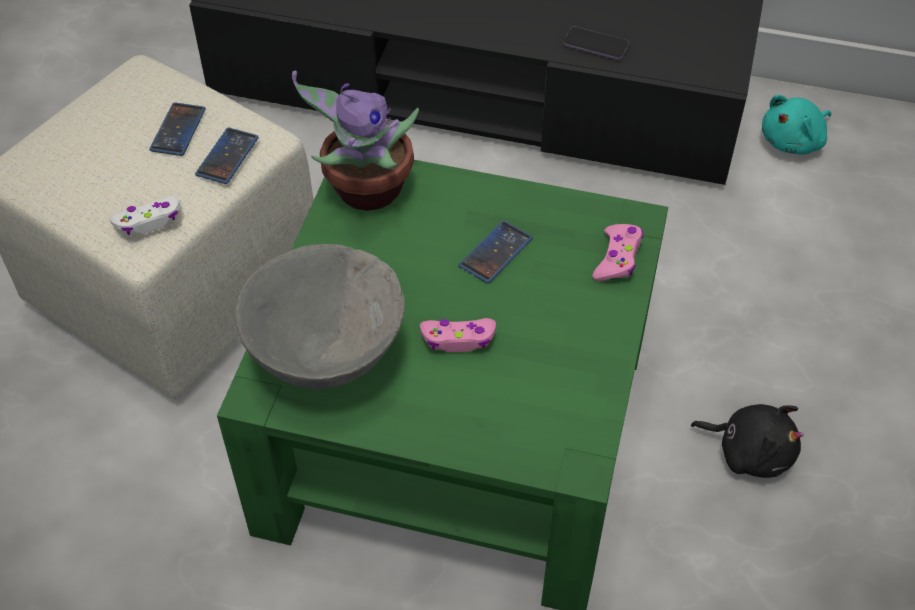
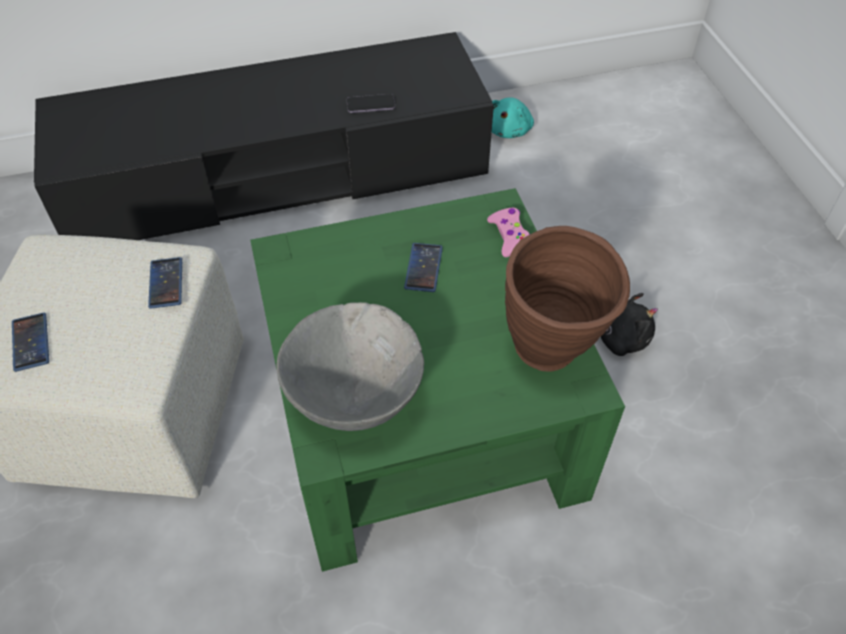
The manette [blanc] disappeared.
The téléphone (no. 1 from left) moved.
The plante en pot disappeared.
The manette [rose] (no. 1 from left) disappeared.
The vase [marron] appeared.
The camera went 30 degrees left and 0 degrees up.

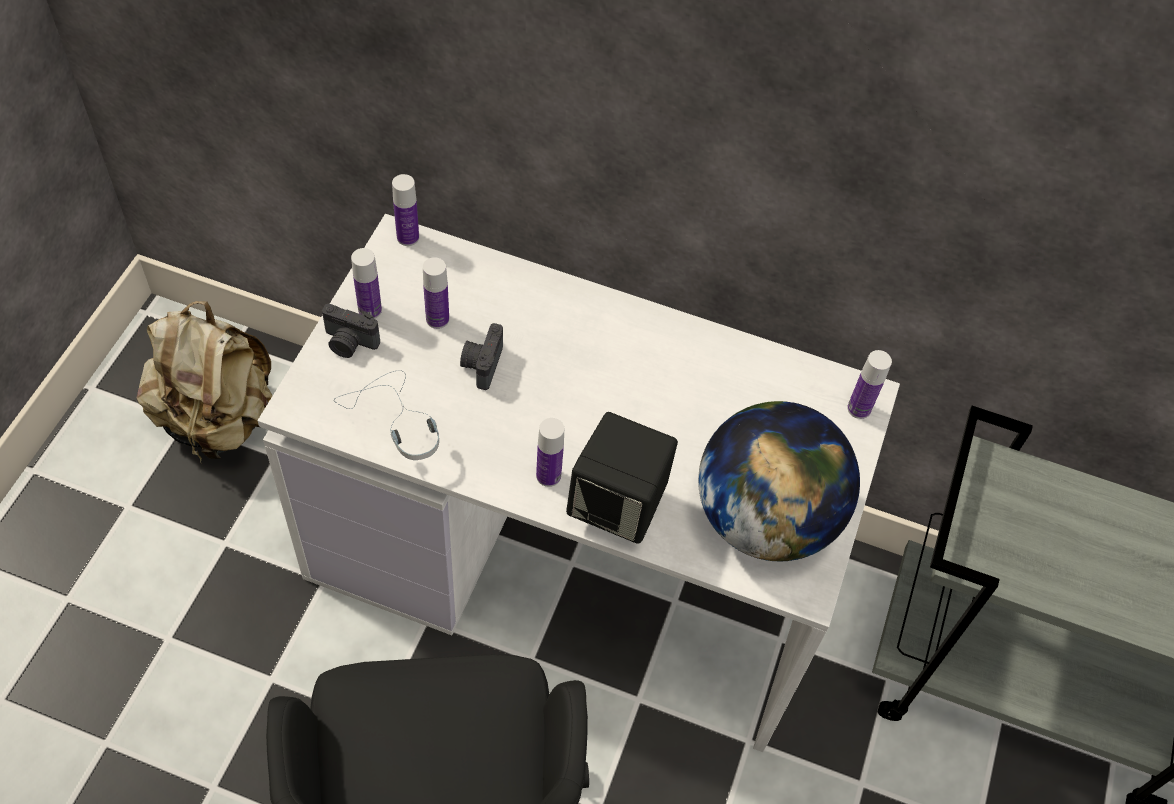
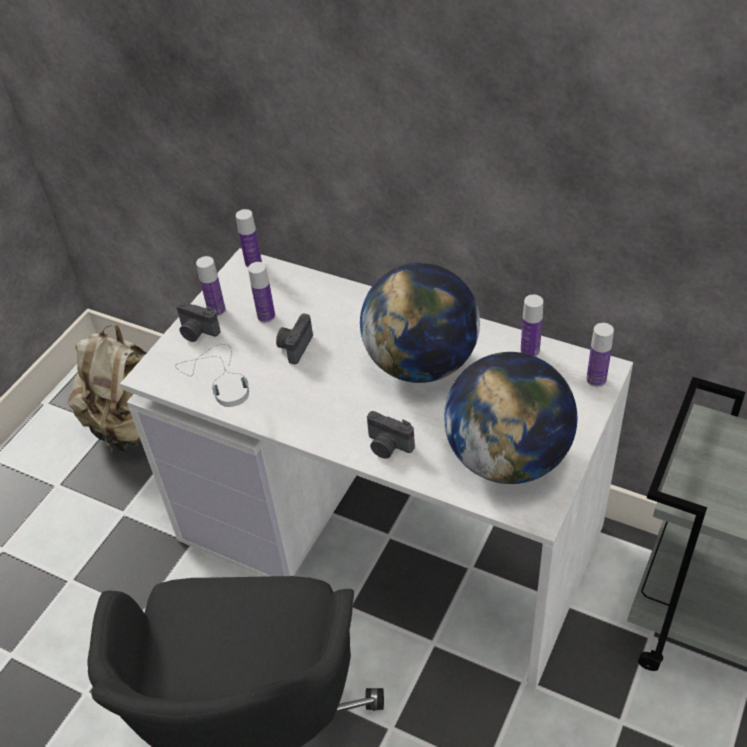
The bouteille (no. 4 from left) moved.
The enceinte [noir] was replaced by the appareil photo (no. 3 from left).
The globe (no. 1 from left) appeared.
The camera went 15 degrees right and 10 degrees down.

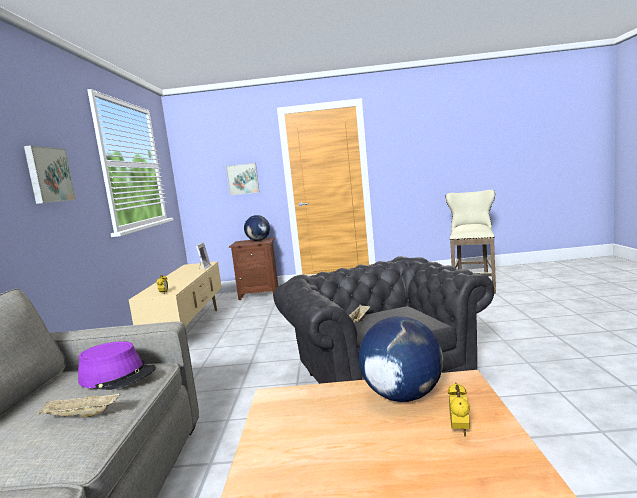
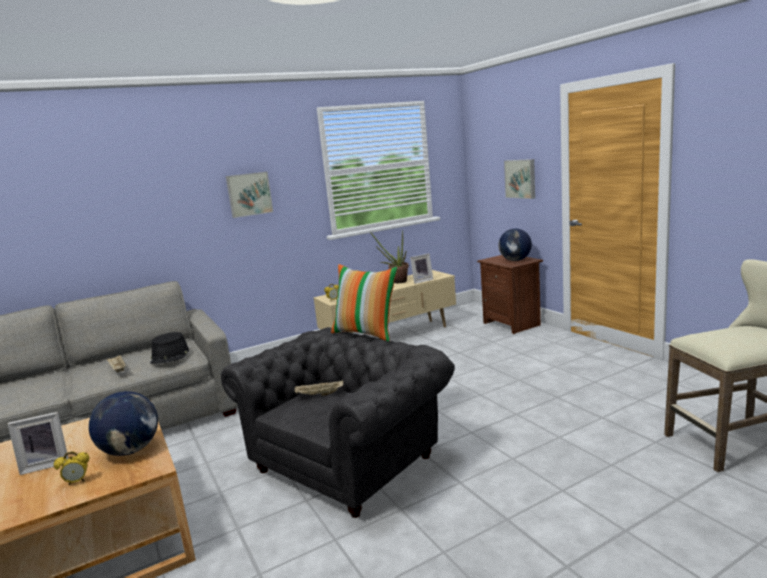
The chapeau [violet] became the chapeau [noir].
The cadre photo (no. 1 from left) appeared.
The coussin appeared.
The plante en pot appeared.
The camera went 60 degrees right and 5 degrees up.

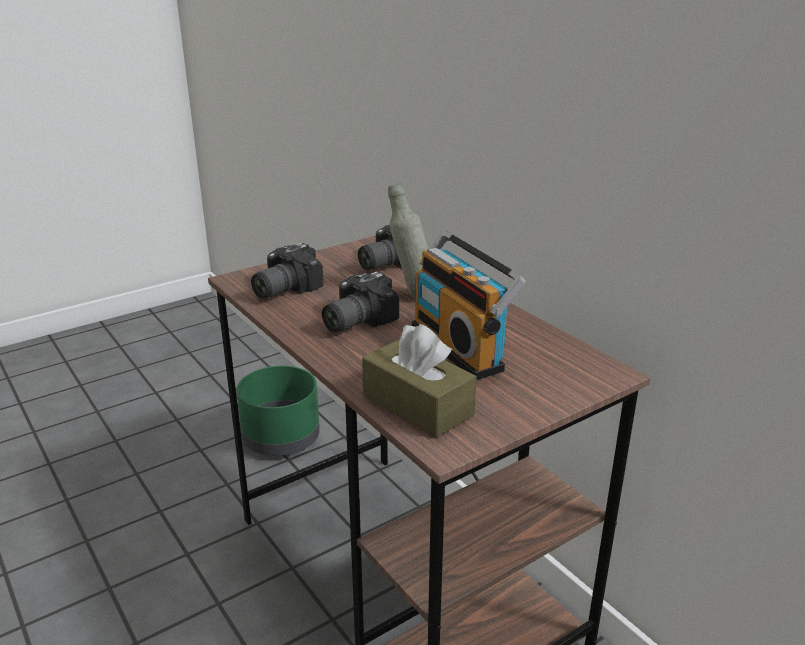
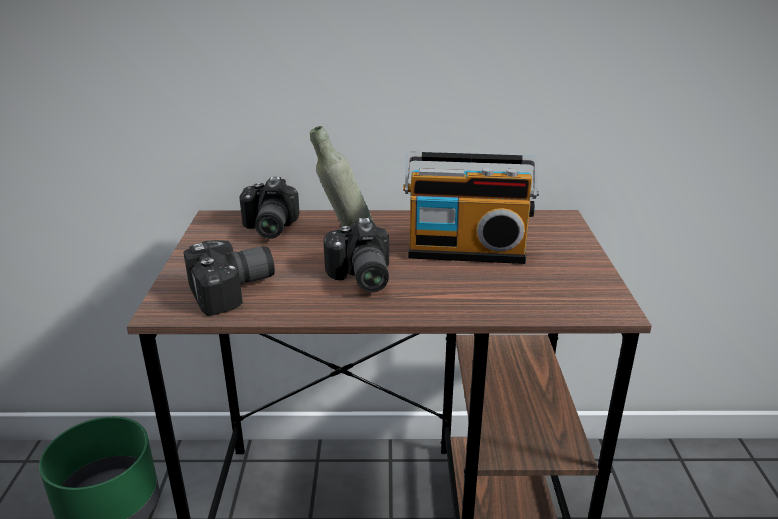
The appareil photo (no. 1 from left) turned 105 degrees counterclockwise.
The boîte à mouchoirs [marron] disappeared.
The camera went 55 degrees left and 0 degrees up.

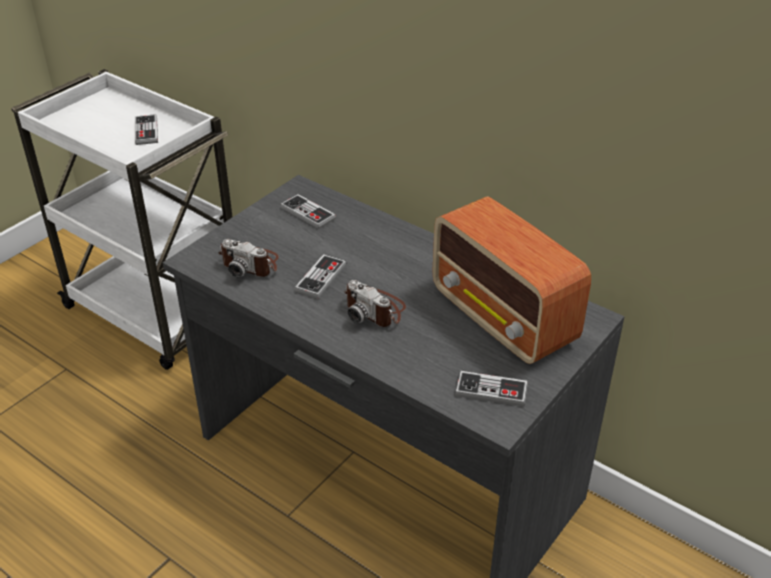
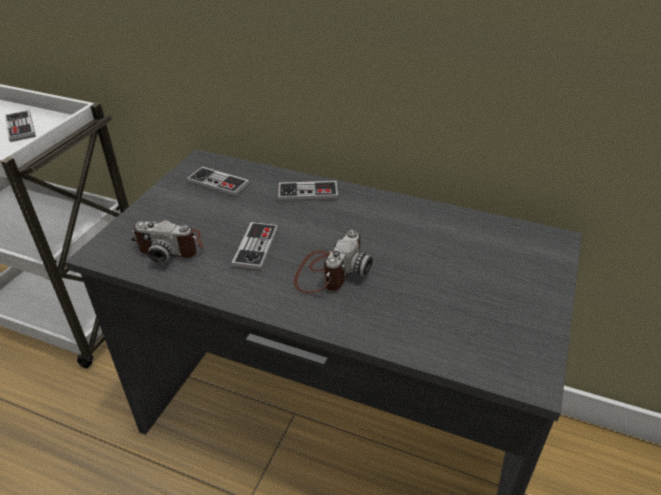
The appareil photo (no. 2 from left) turned 90 degrees counterclockwise.
The radio disappeared.
The manette (no. 4 from left) moved.
The camera went 15 degrees left and 0 degrees up.

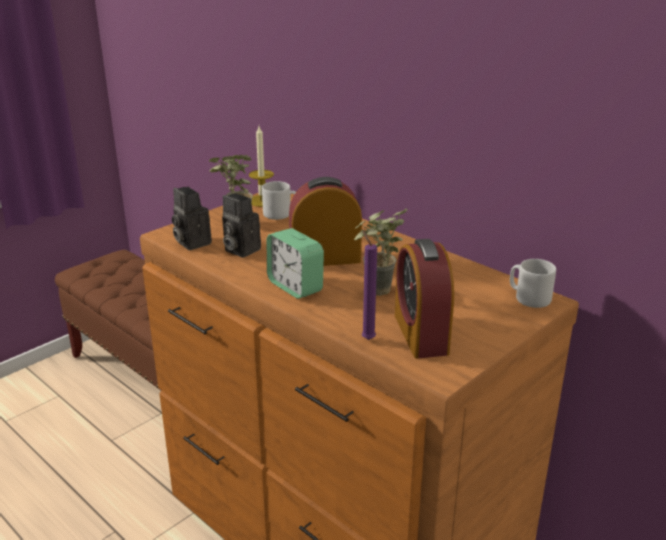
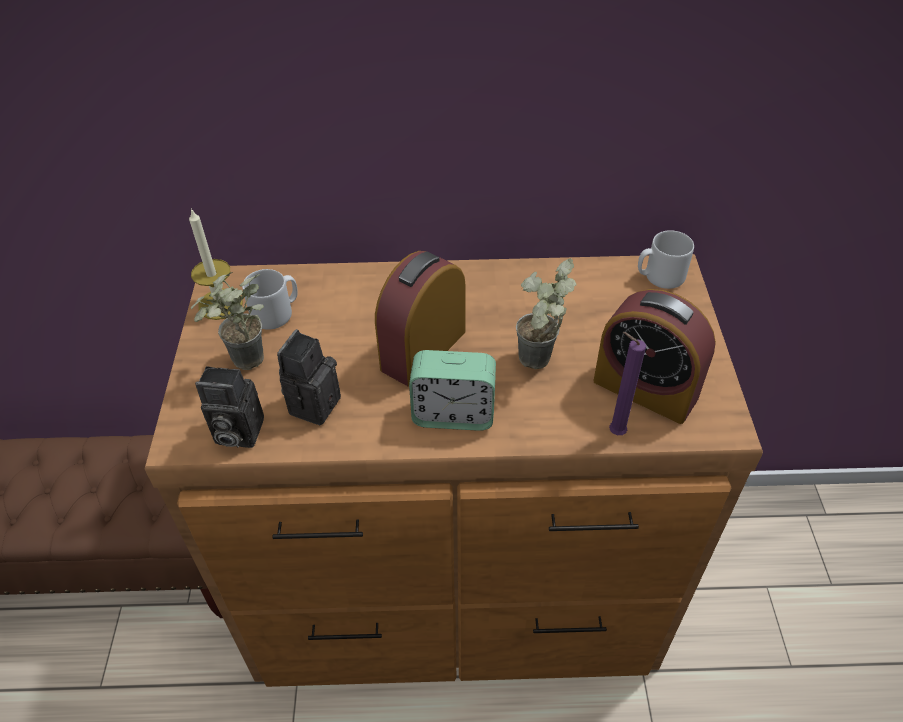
The appareil photo (no. 2 from left) turned 120 degrees clockwise.
The camera went 45 degrees left and 20 degrees up.

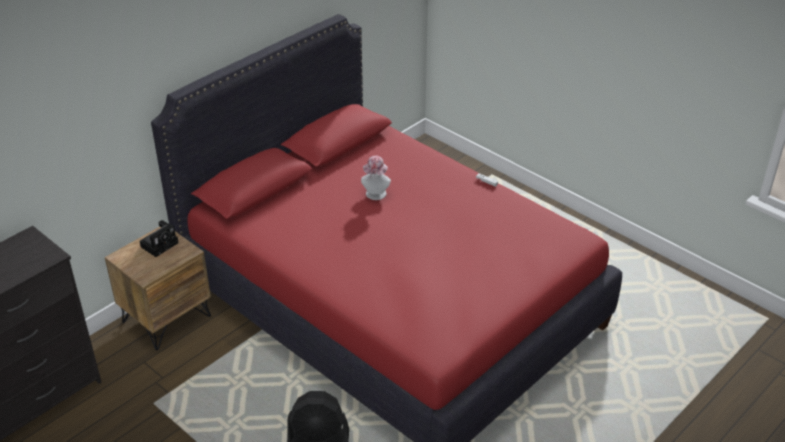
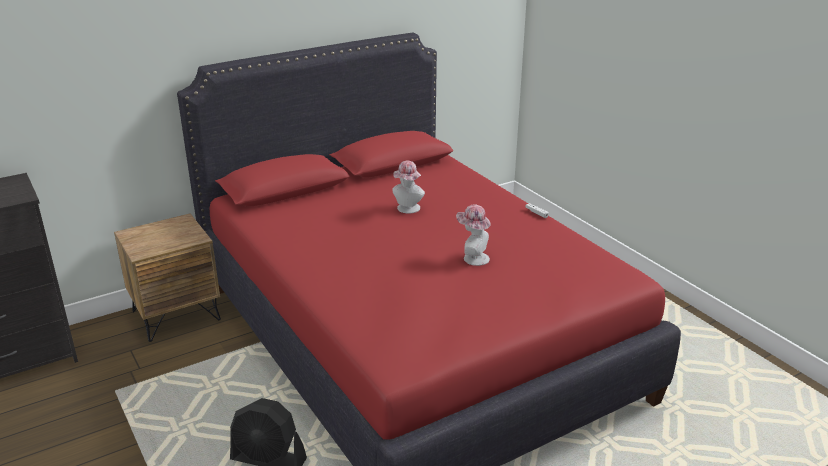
The appareil photo disappeared.
The chapeau (no. 2 from left) appeared.
The camera went 15 degrees right and 10 degrees down.

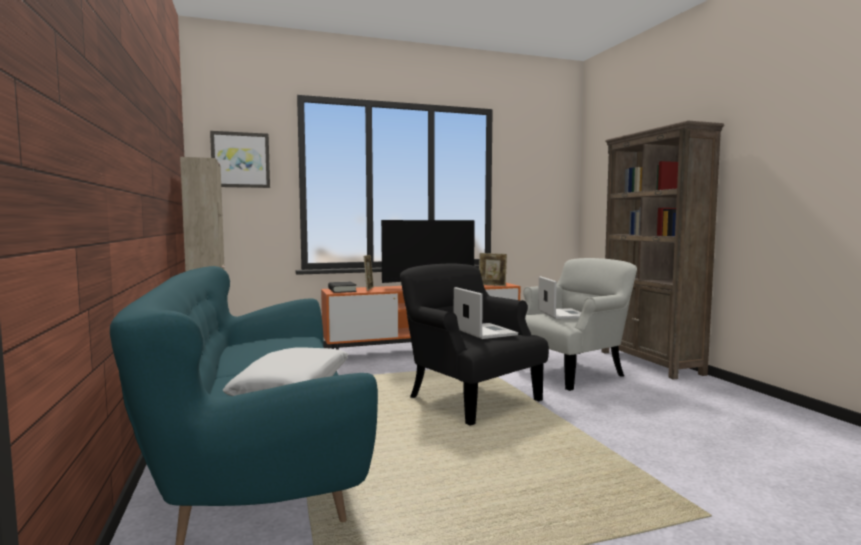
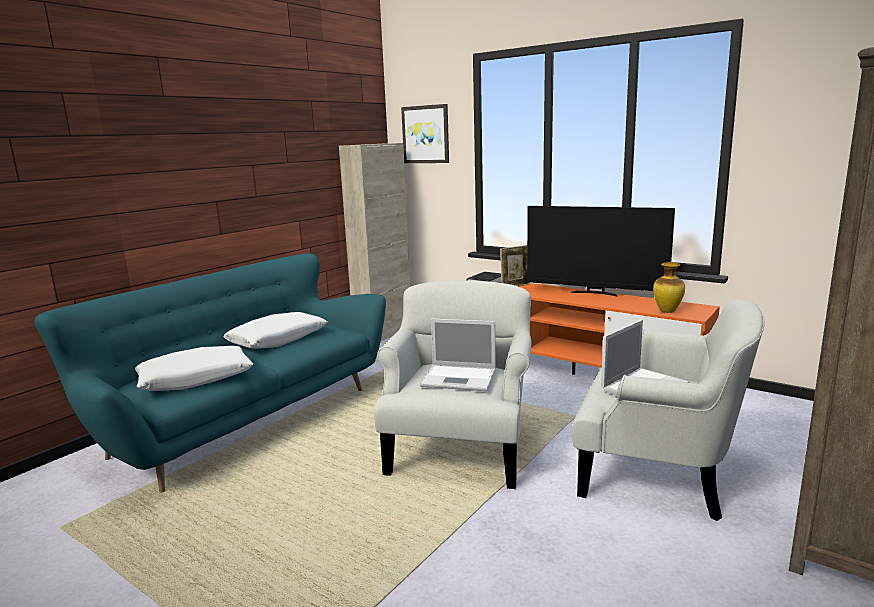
The fauteuil [noir] became the fauteuil [blanc] (no. 1 from left).
The ordinateur portable (no. 1 from left) turned 75 degrees clockwise.
The cadre photo (no. 2 from left) was replaced by the vase.
The coussin [blanc] (no. 2 from left) appeared.
The camera went 55 degrees right and 10 degrees up.

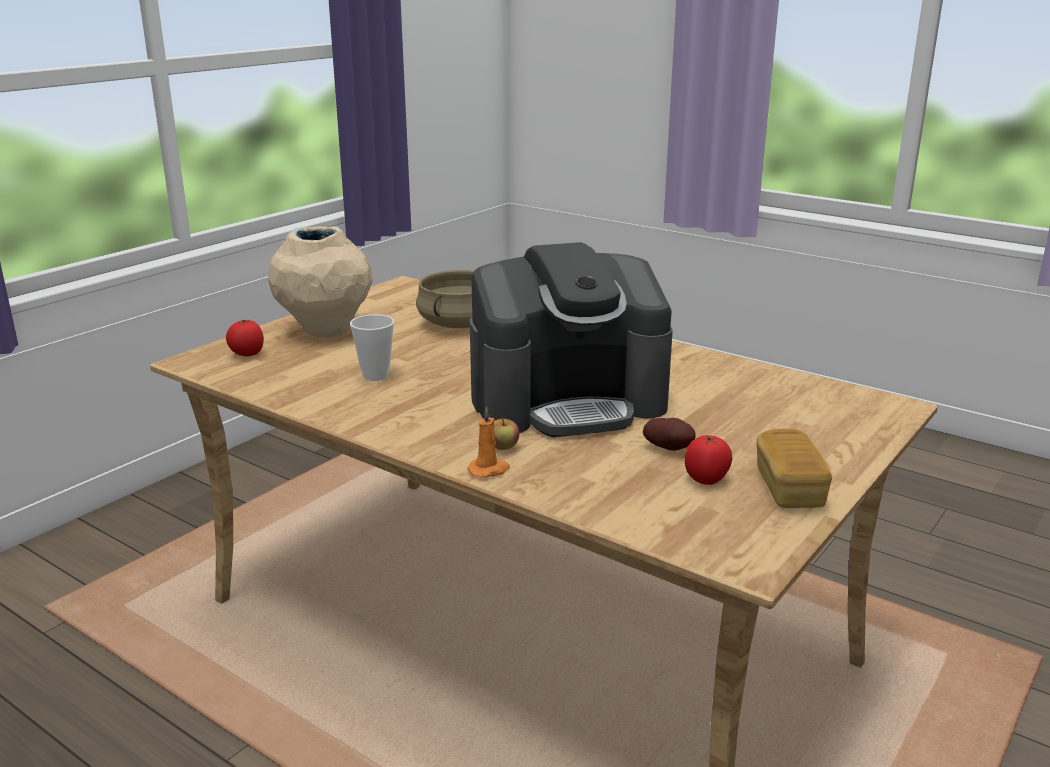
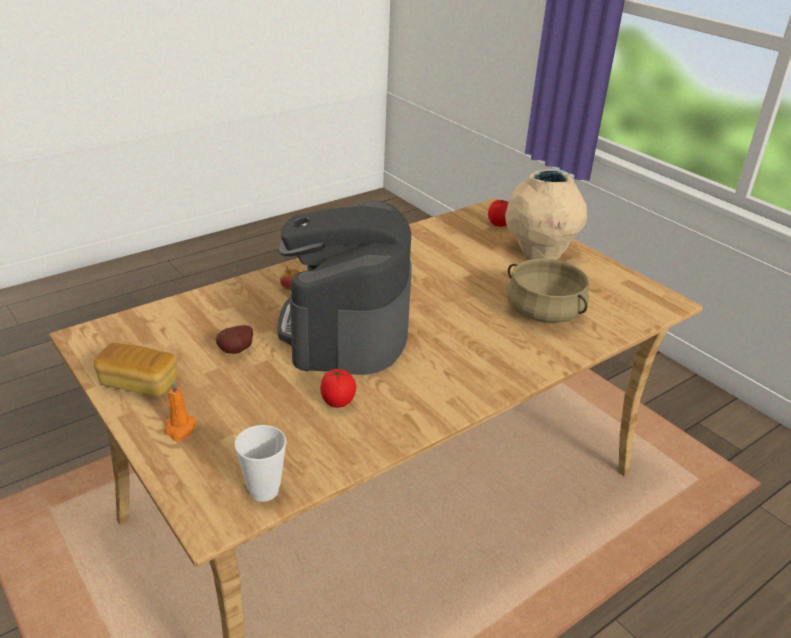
The tasse moved.
The bougie [orange] moved.
The tomate (no. 2 from left in the first image) moved.
The camera went 105 degrees right and 10 degrees up.

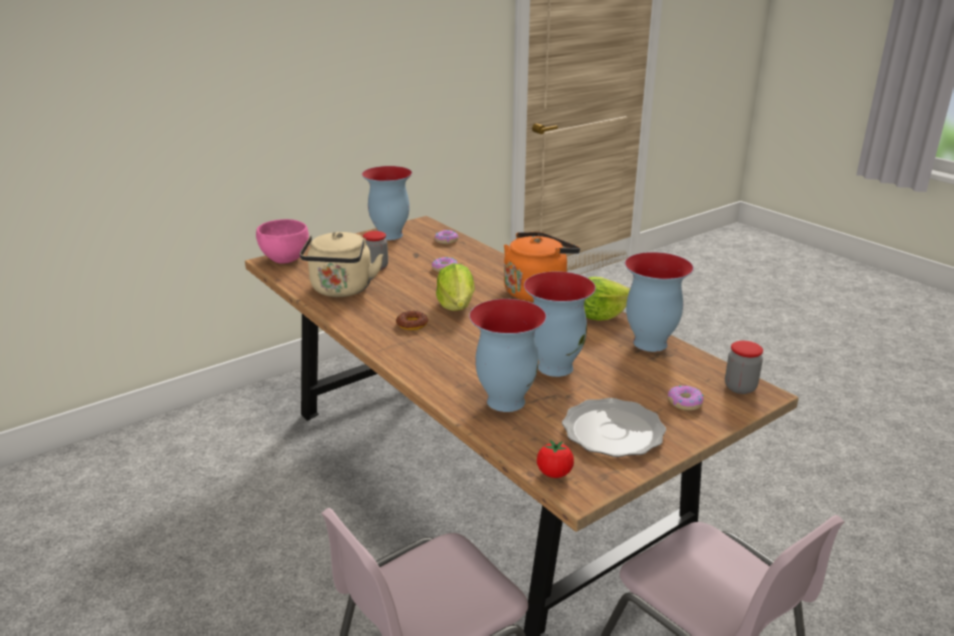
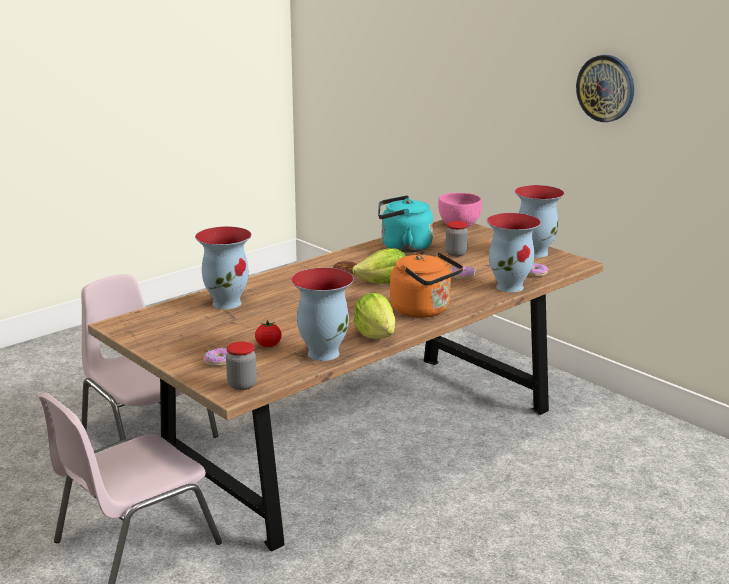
The bouilloire [beige] became the bouilloire [turquoise].
The vase (no. 3 from left) moved.
The tomate moved.
The assiette disappeared.
The horloge murale appeared.
The camera went 85 degrees right and 5 degrees down.

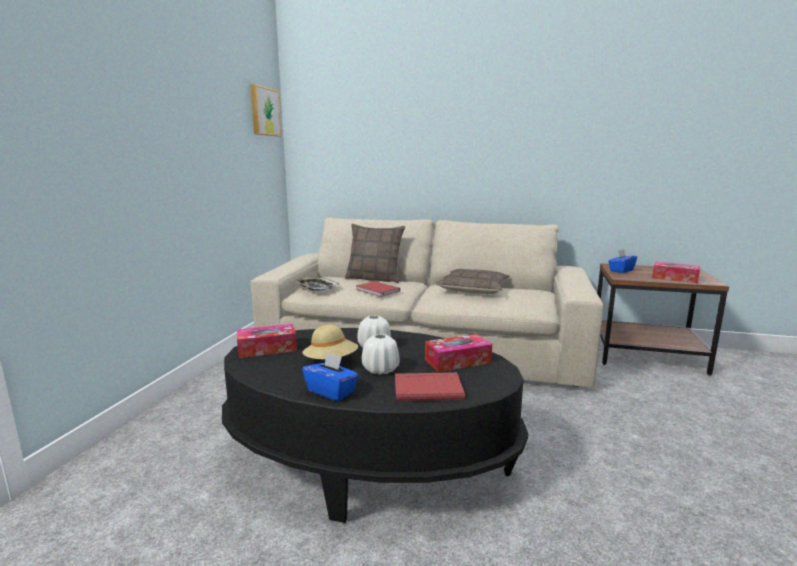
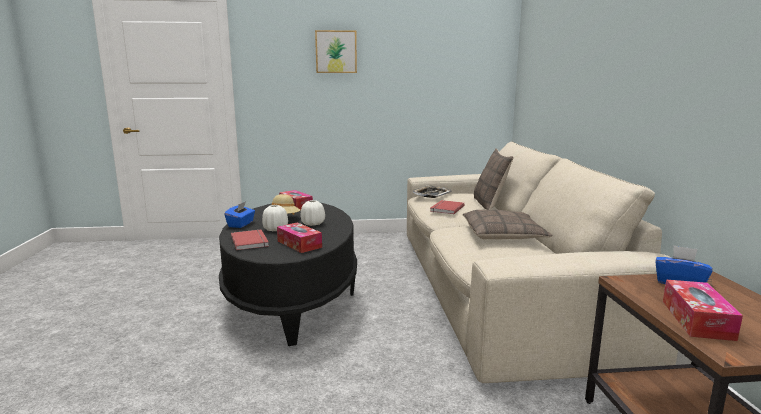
The tableau moved.
The camera went 70 degrees right and 0 degrees up.

